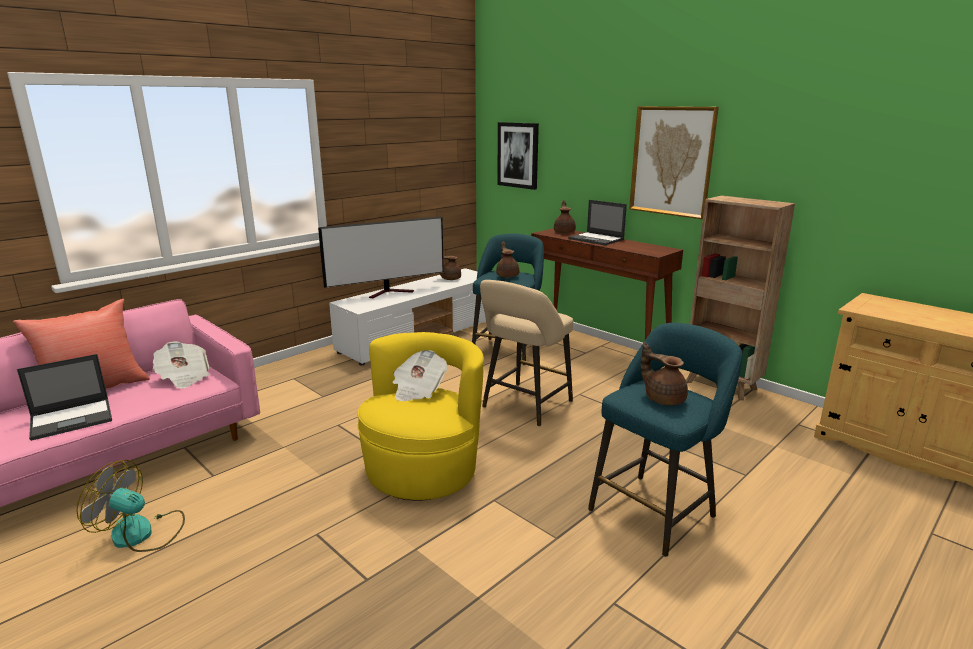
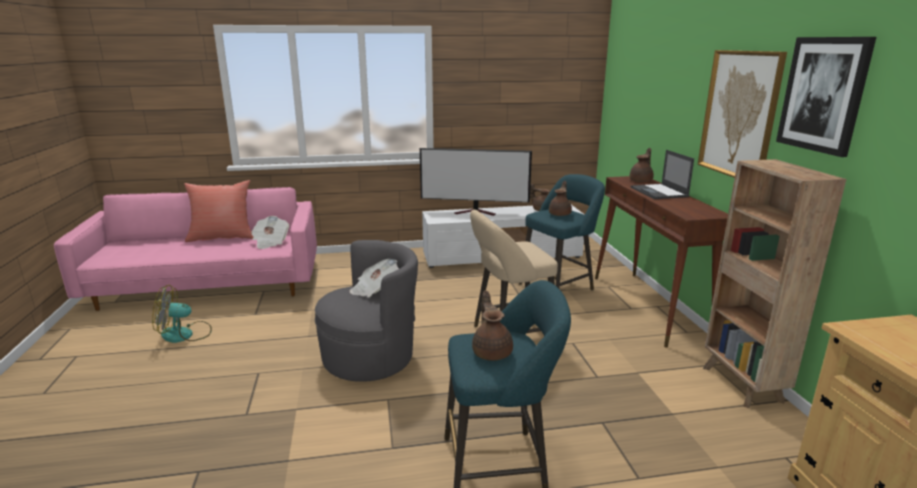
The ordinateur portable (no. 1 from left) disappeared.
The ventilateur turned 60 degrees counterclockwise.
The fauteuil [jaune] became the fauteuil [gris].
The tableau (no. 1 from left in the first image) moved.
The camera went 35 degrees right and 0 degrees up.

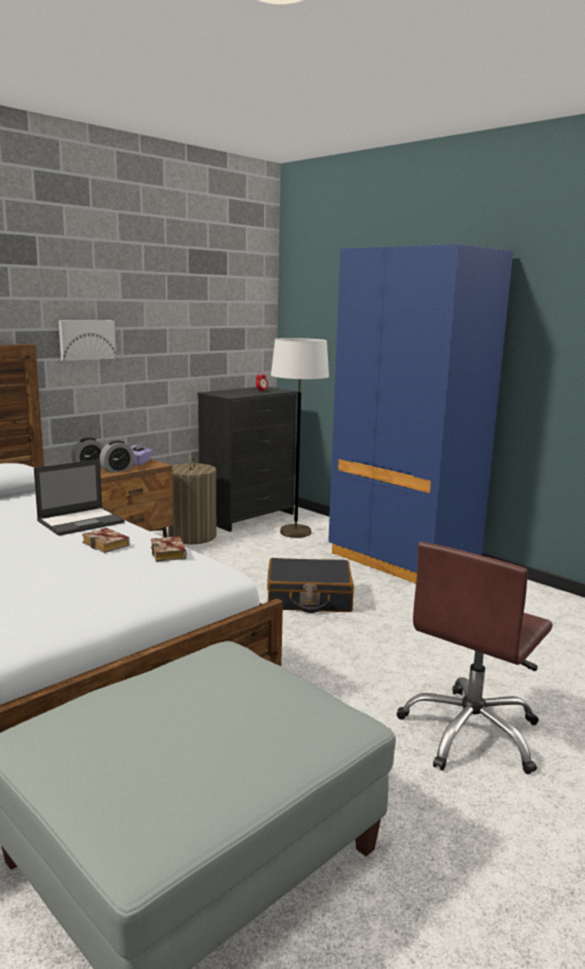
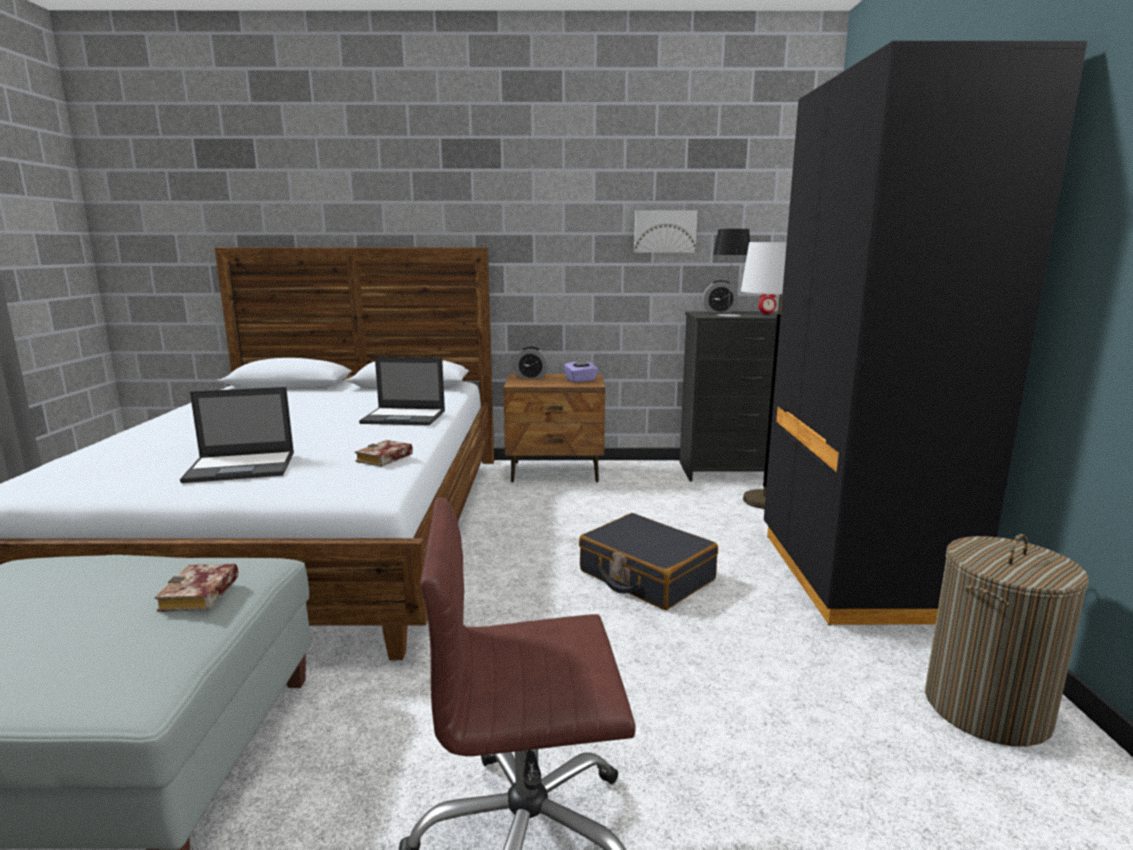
The tableau moved.
The livre (no. 1 from left) moved.
The réveil (no. 2 from left) moved.
The panier à linge moved.
The armoire [bleu] became the armoire [noir].
The ordinateur portable (no. 1 from left) appeared.
The lampe de table appeared.
The camera went 45 degrees right and 0 degrees up.

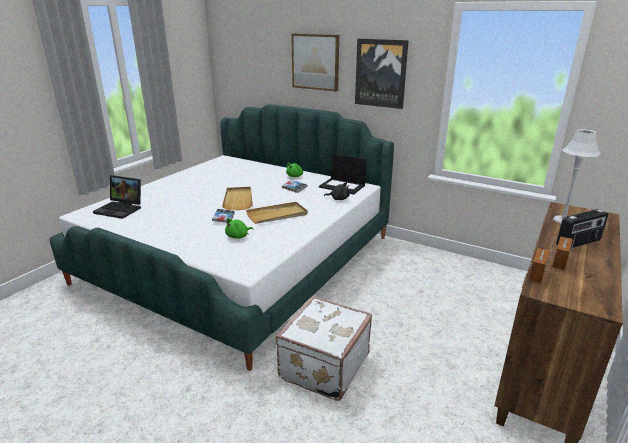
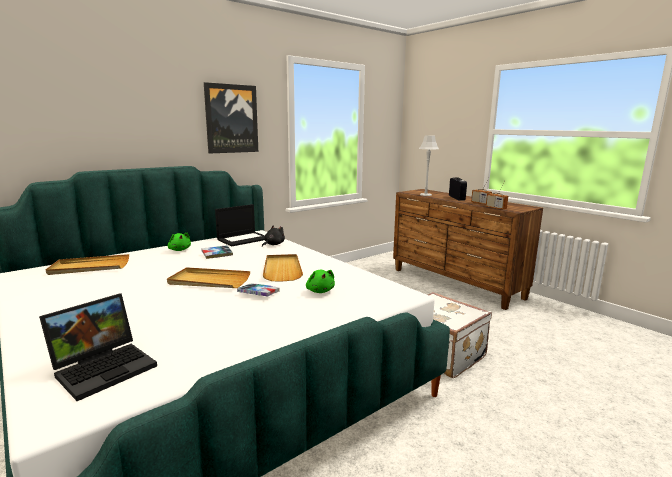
The tableau (no. 1 from left) disappeared.
The plateau [beige] (no. 1 from left) appeared.
The camera went 70 degrees left and 10 degrees down.

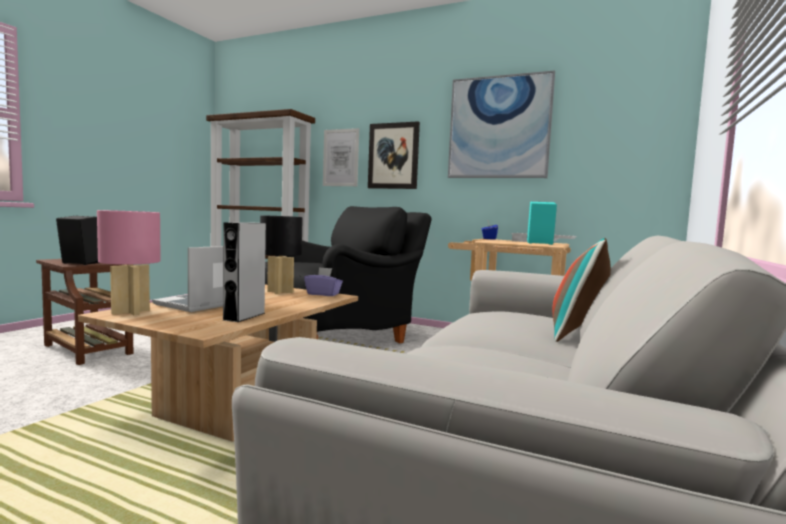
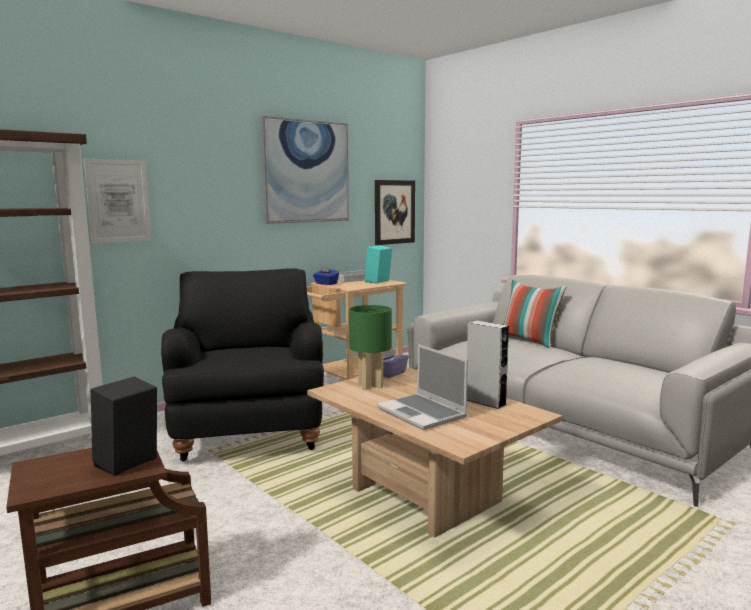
The lampe de table [rose] disappeared.
The lampe de table [noir] became the lampe de table [vert].
The tableau (no. 2 from left in the first image) moved.
The camera went 65 degrees left and 5 degrees up.

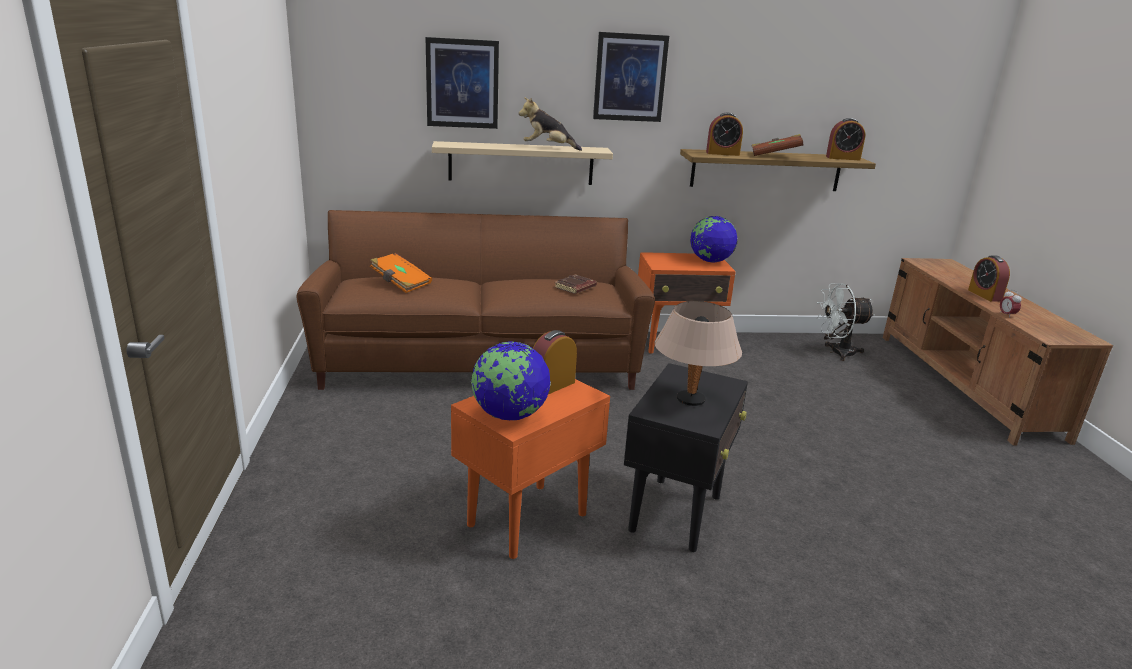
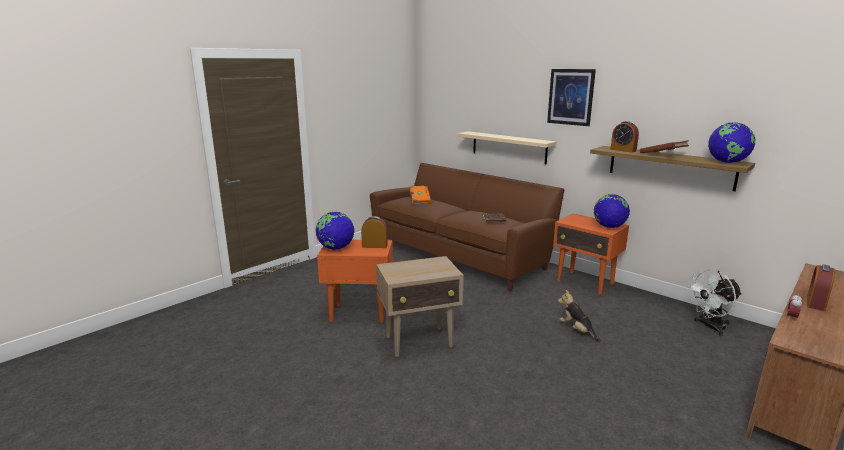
The tableau (no. 1 from left) disappeared.
The peluche moved.
The table d'appoint [noir] became the table d'appoint [beige].
The lampe de table [beige] disappeared.
The ventilateur [blanc] turned 60 degrees counterclockwise.
The réveil (no. 3 from left) was replaced by the globe (no. 3 from left).
The camera went 50 degrees right and 5 degrees down.

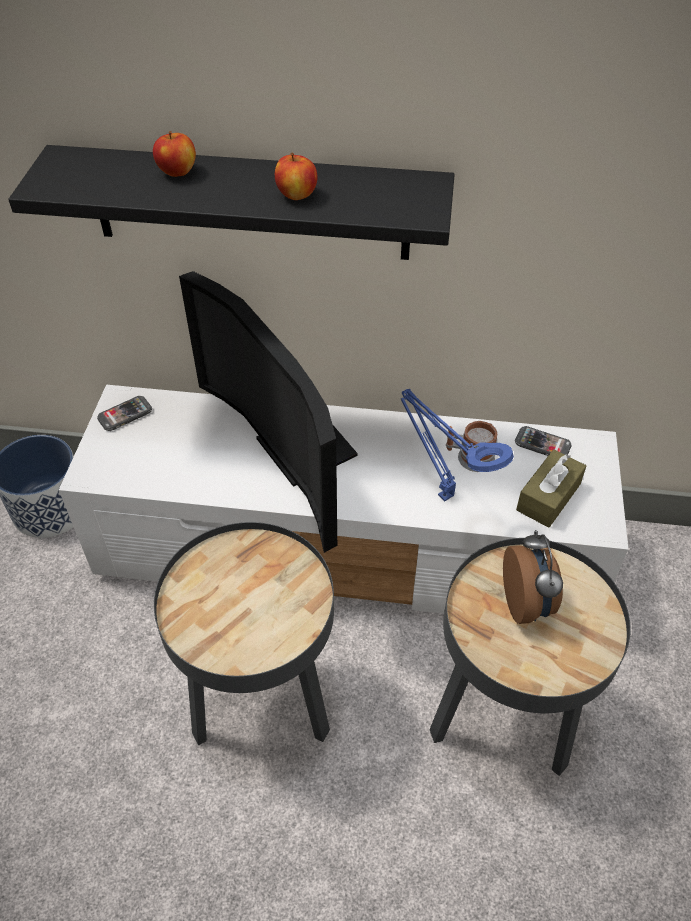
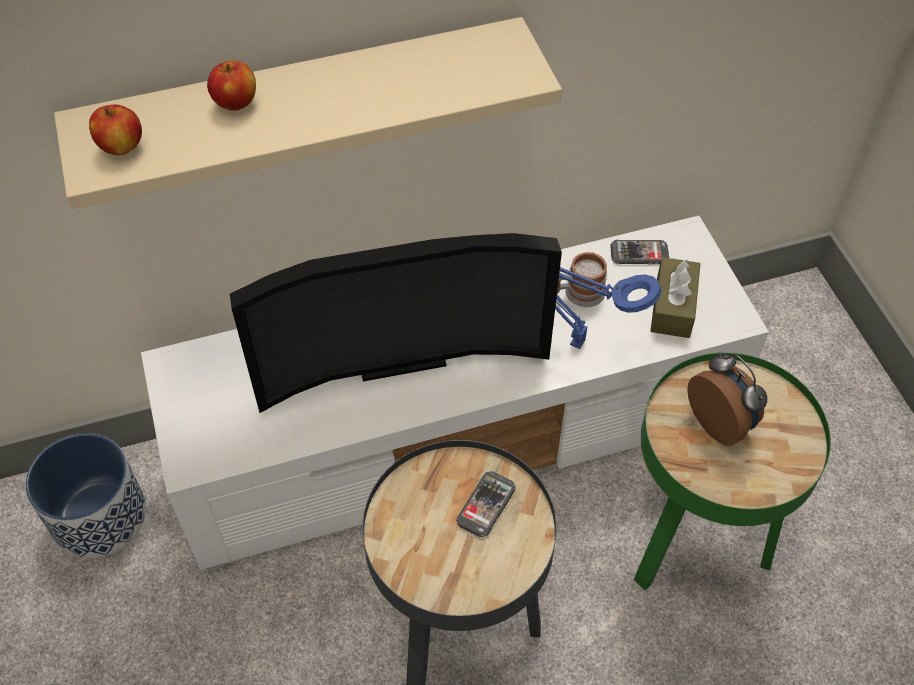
The étagère [noir] became the étagère [beige].
The téléphone (no. 1 from left) moved.
The téléviseur turned 45 degrees counterclockwise.
The pomme (no. 2 from left in the first image) moved.
The table d'appoint [noir] (no. 2 from left) became the table d'appoint [vert].
The camera went 25 degrees left and 5 degrees up.

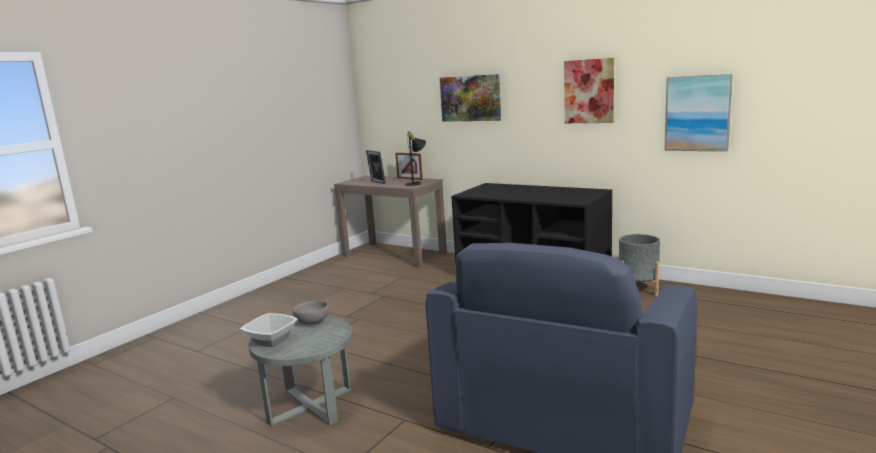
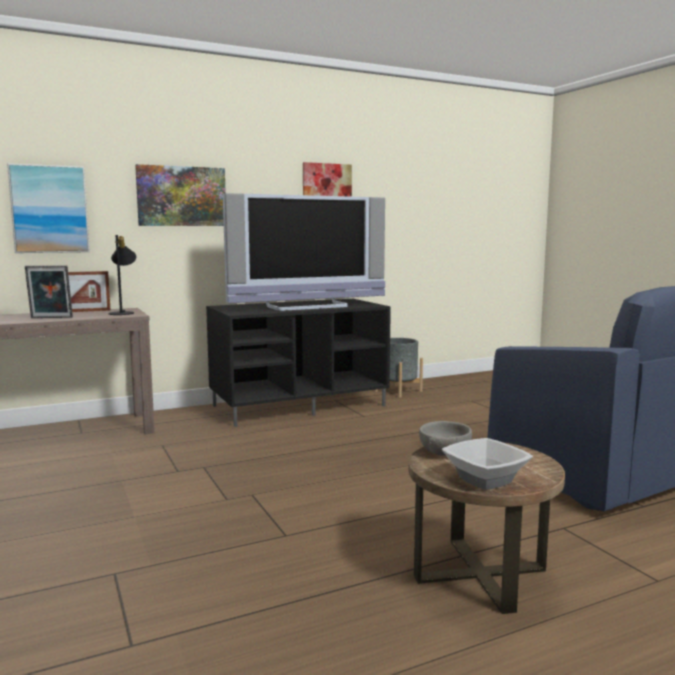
The table d'appoint [gris] became the table d'appoint [marron].
The tableau (no. 3 from left in the first image) moved.
The téléviseur appeared.
The camera went 60 degrees left and 5 degrees down.

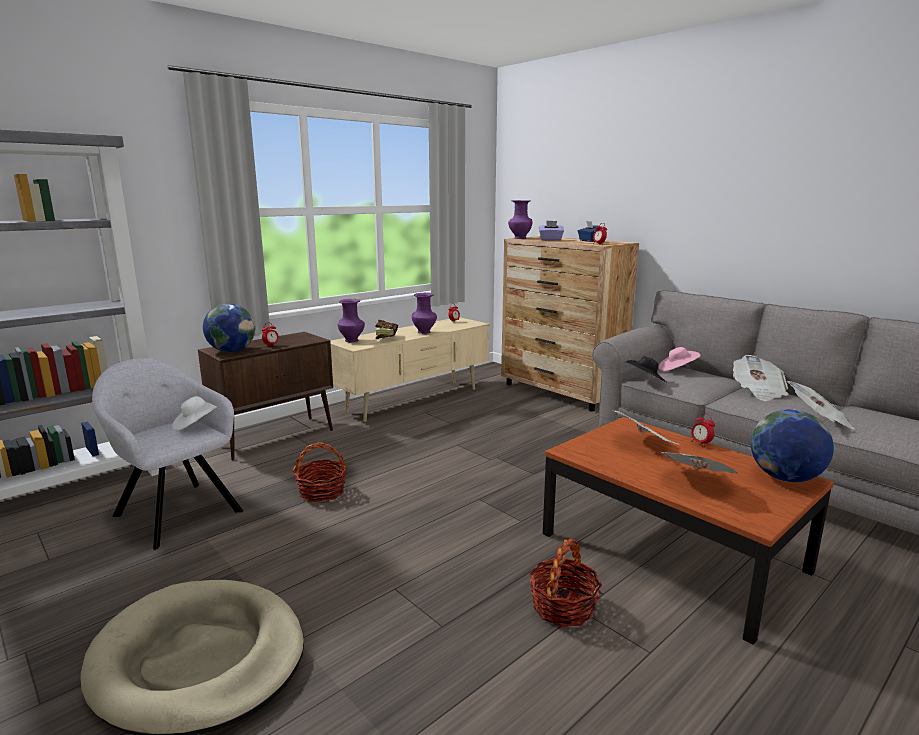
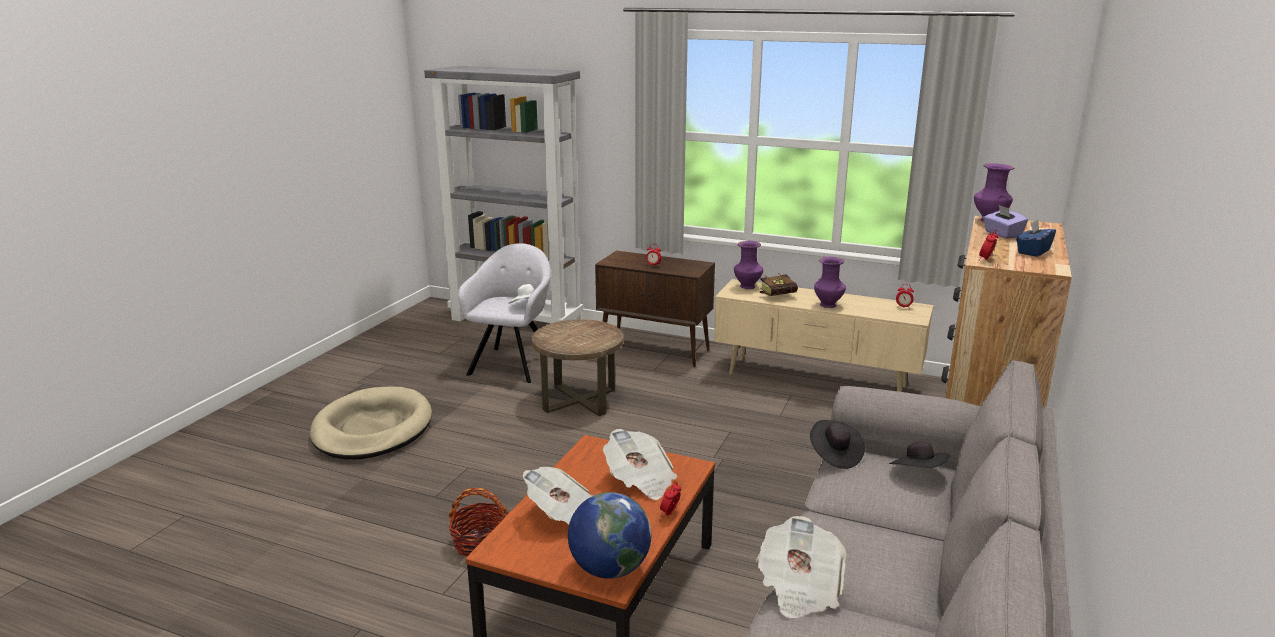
The globe (no. 1 from left) disappeared.
The panier (no. 1 from left) was replaced by the table d'appoint [marron].
The chapeau [rose] became the chapeau [noir] (no. 2 from left).
The journal (no. 3 from left) disappeared.
The camera went 65 degrees right and 5 degrees up.

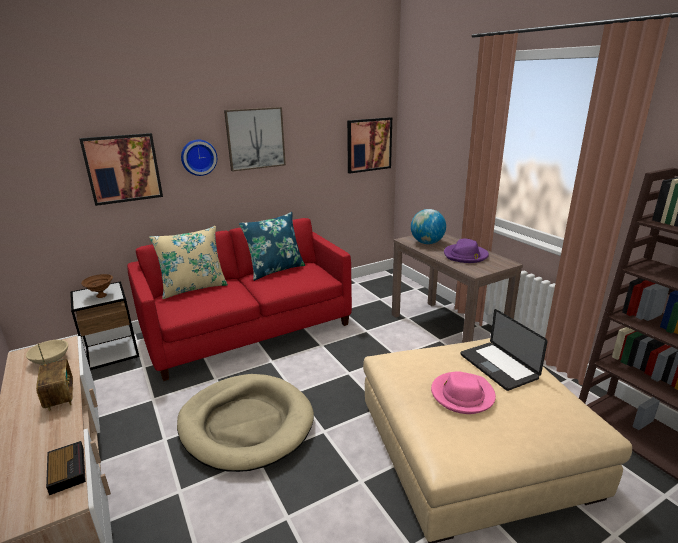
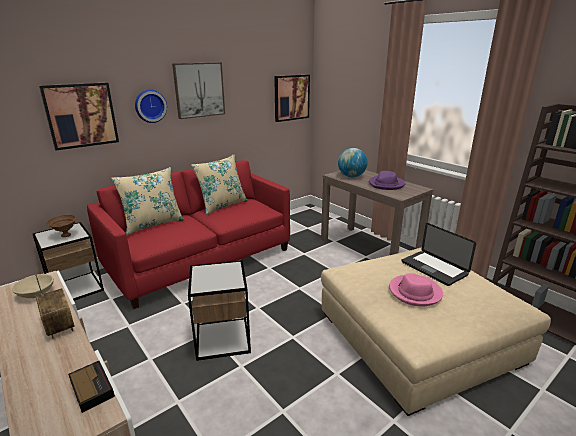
The panier pour chien [beige] was replaced by the table d'appoint (no. 2 from left).
The coussin [bleu] became the coussin [beige] (no. 2 from left).
The camera went 10 degrees left and 0 degrees up.

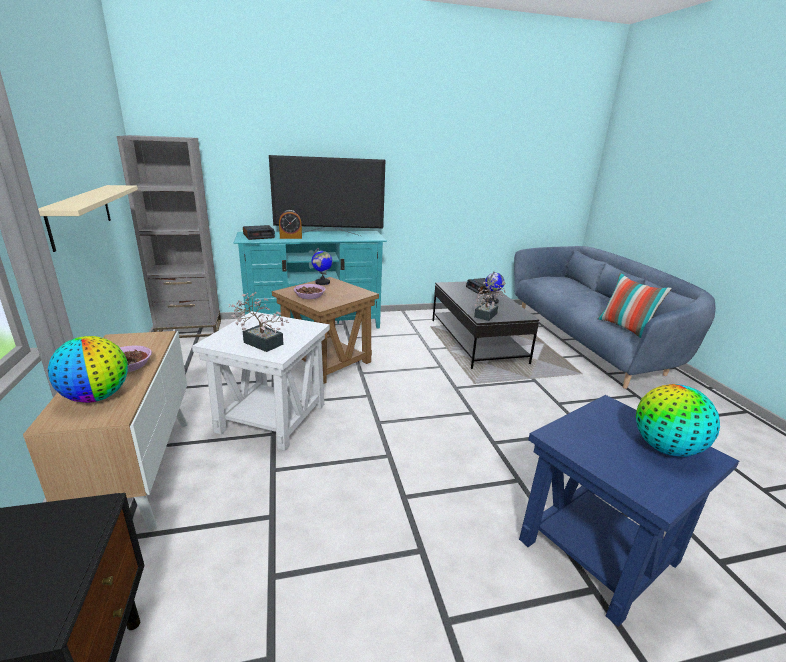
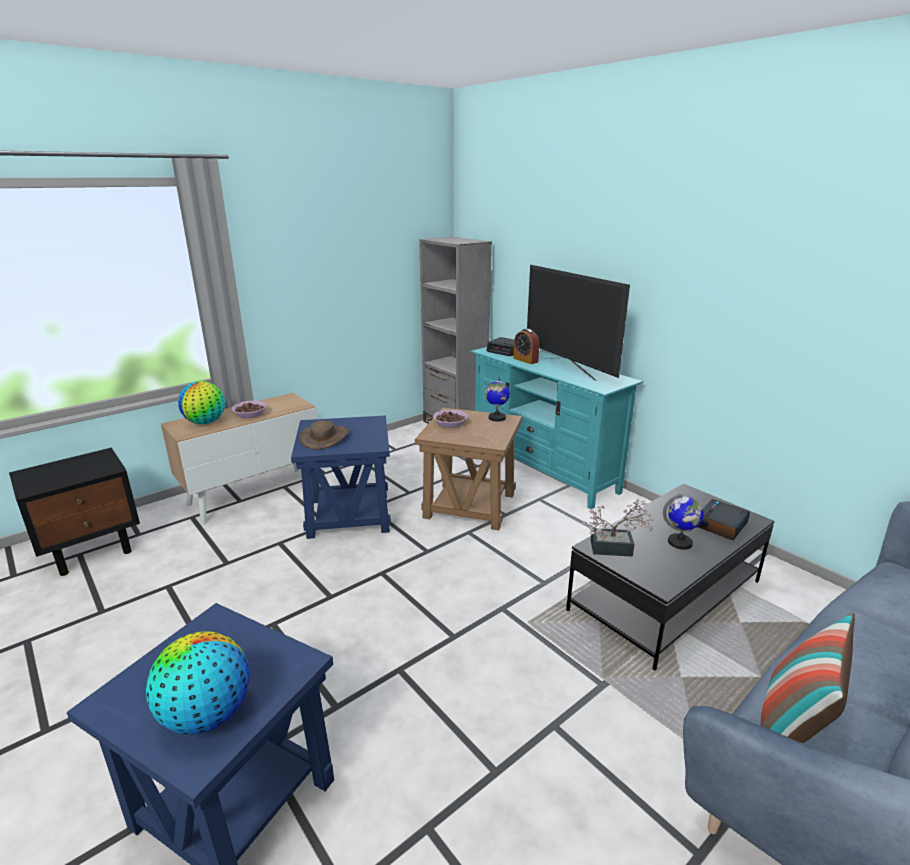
The étagère [beige] disappeared.
The table d'appoint [blanc] became the table d'appoint [bleu] (no. 2 from left).
The plante en pot (no. 1 from left) was replaced by the chapeau [marron].
The camera went 65 degrees right and 0 degrees up.

